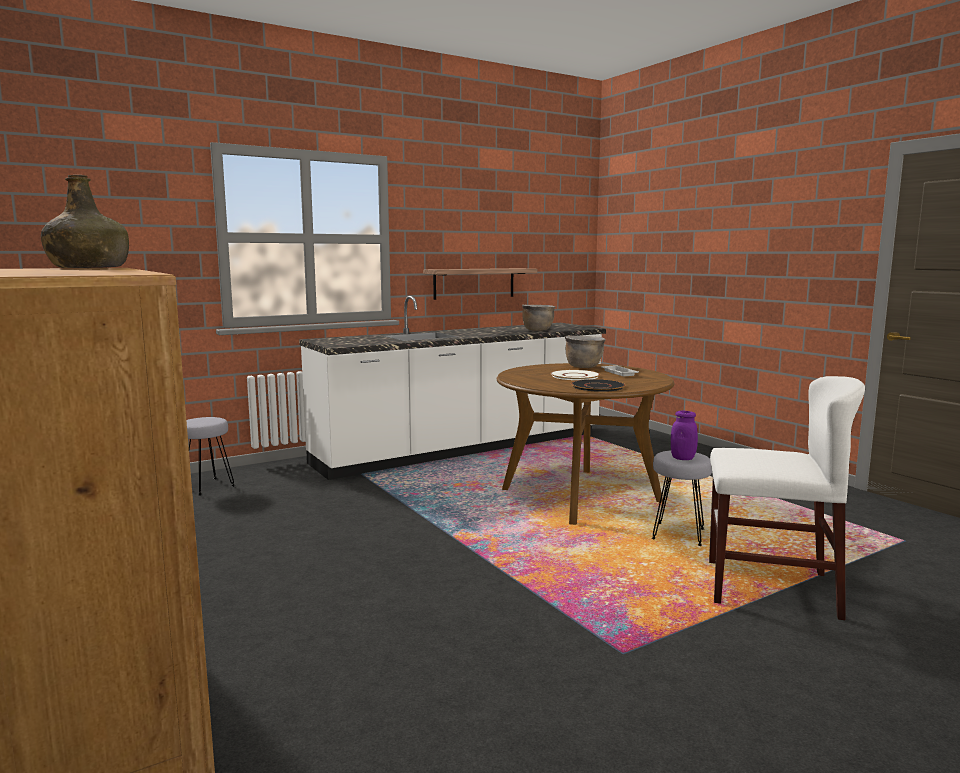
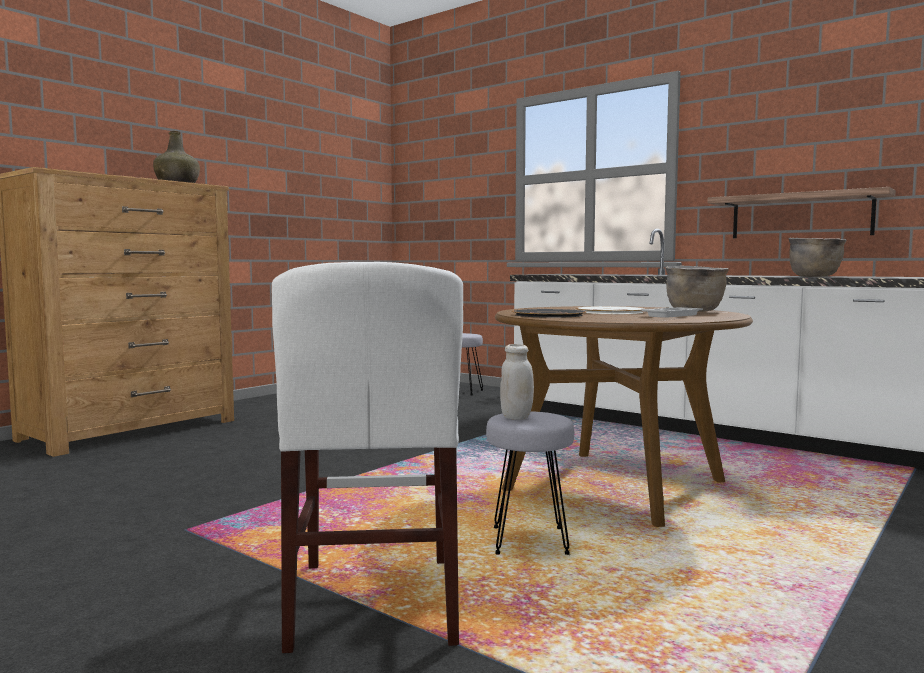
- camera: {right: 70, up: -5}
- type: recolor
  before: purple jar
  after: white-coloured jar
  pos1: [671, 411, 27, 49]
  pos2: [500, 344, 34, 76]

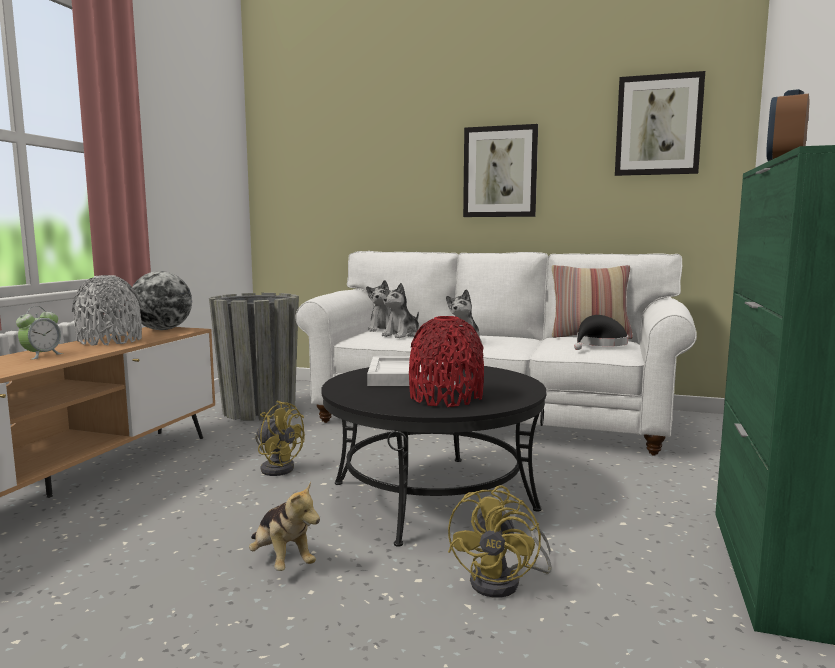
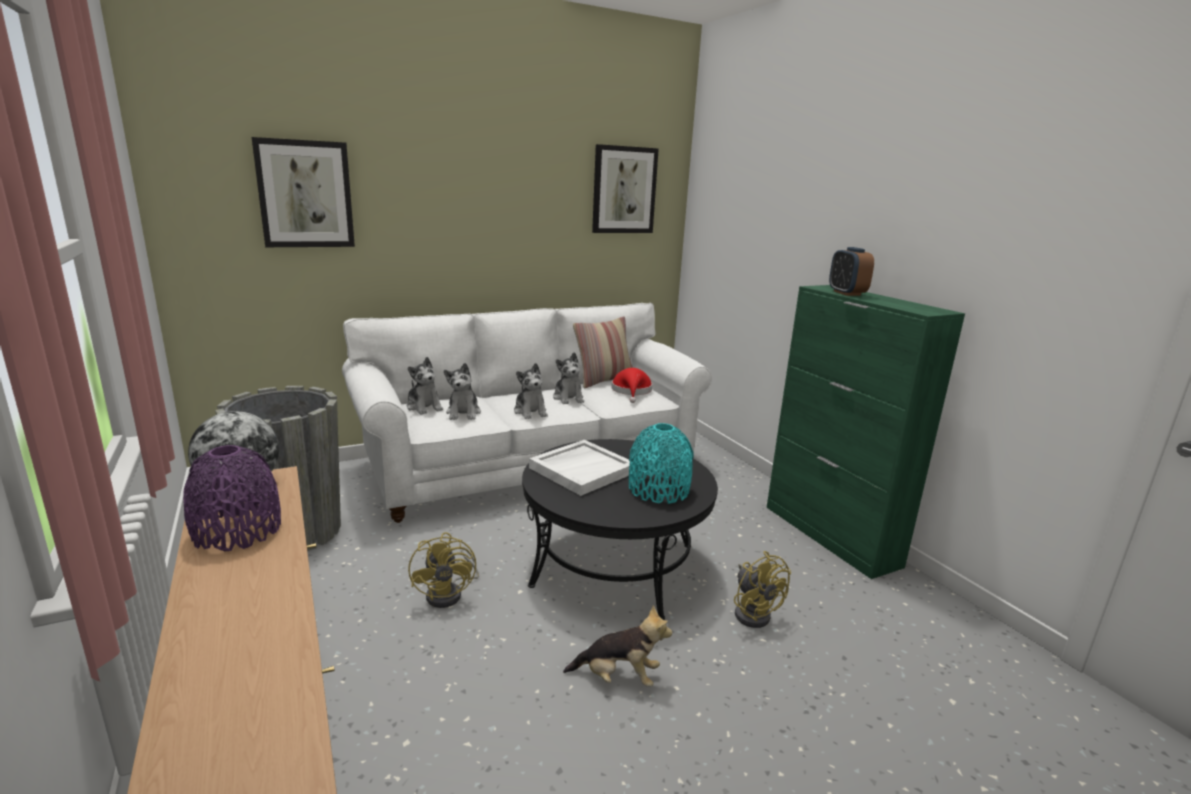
- camera: {right: -45, up: 10}
- type: recolor
  before: gray vase
  after: purple vase
  pos1: [72, 275, 70, 71]
  pos2: [183, 445, 98, 106]
- type: move
  before: wall art
  pos1: [463, 124, 75, 93]
  pos2: [252, 137, 103, 110]
- type: rotate
  before: yellow-coloured electric fan
  pos1: [255, 400, 50, 76]
  pos2: [408, 532, 71, 76]
  turn: 90
- type: insert
  after: soft toy
  pos2: [553, 352, 31, 52]
- type: recolor
  before: blackish clothing hat
  after: red clothing hat
  pos1: [574, 315, 54, 35]
  pos2: [611, 368, 41, 35]
- type: recolor
  before: red vase
  after: blue-green vase
  pos1: [409, 316, 75, 91]
  pos2: [629, 423, 65, 81]
- type: delete
  before: table clock
  pos1: [16, 306, 47, 54]

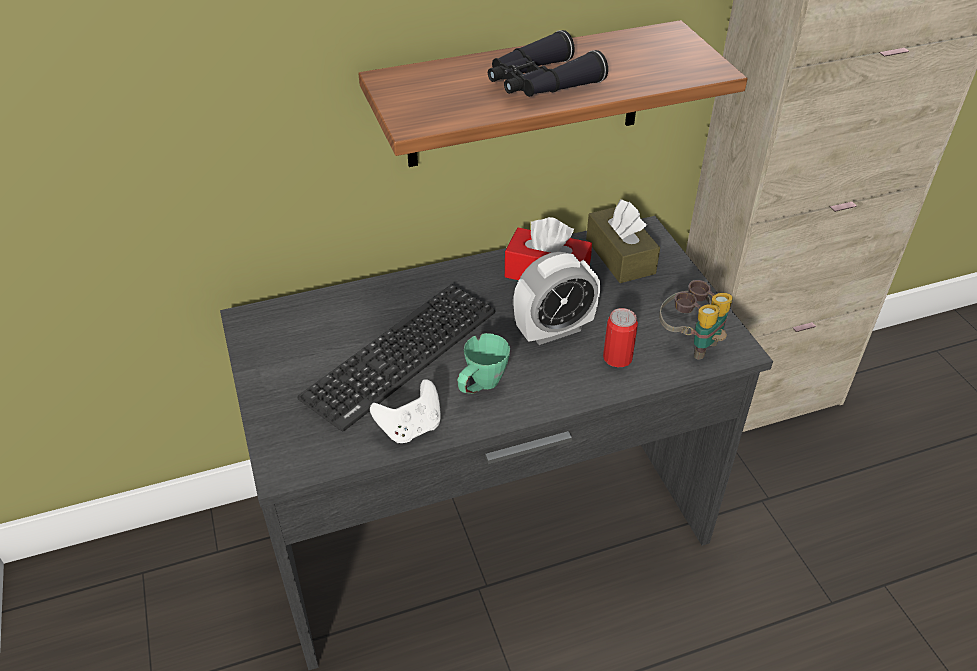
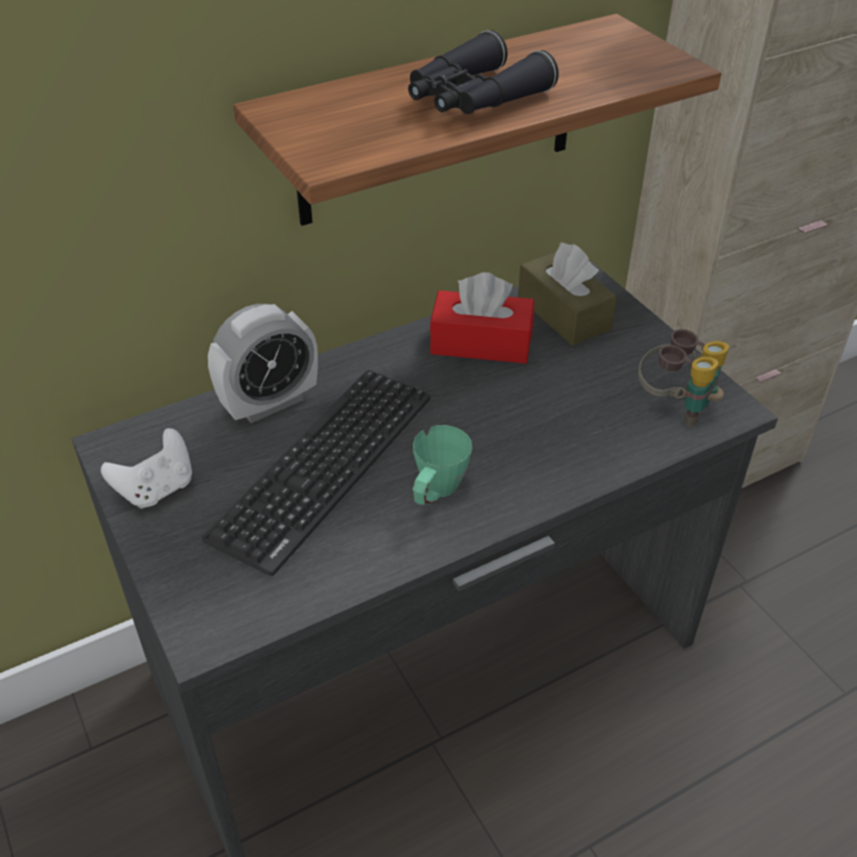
- camera: {right: -10, up: 0}
- type: move
  before: white-coloured gamepad
  pos1: [370, 379, 71, 64]
  pos2: [101, 428, 91, 81]
- type: move
  before: table clock
  pos1: [513, 252, 87, 93]
  pos2: [208, 304, 110, 119]
- type: delete
  before: can
  pos1: [603, 308, 35, 59]

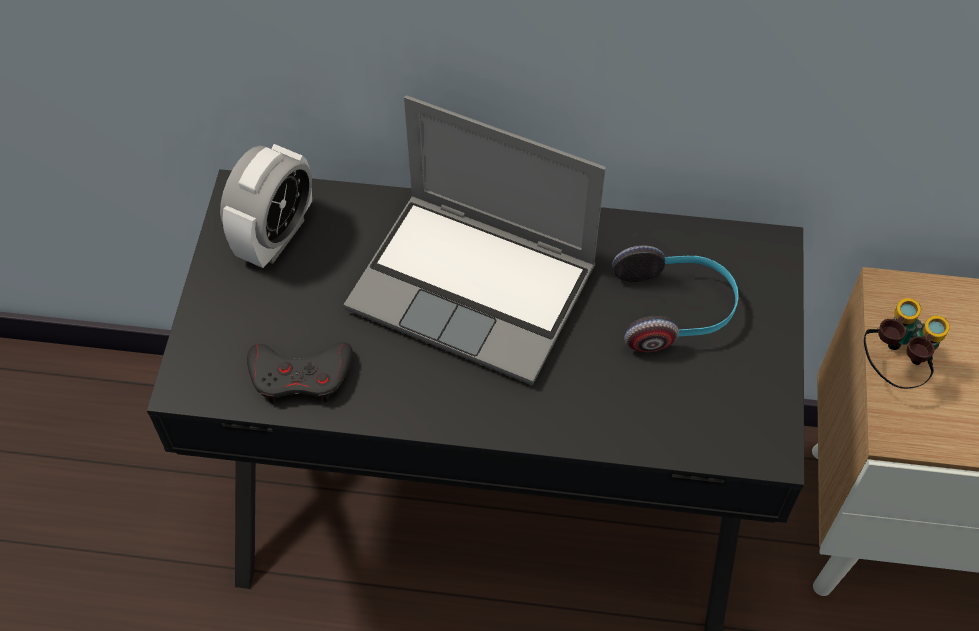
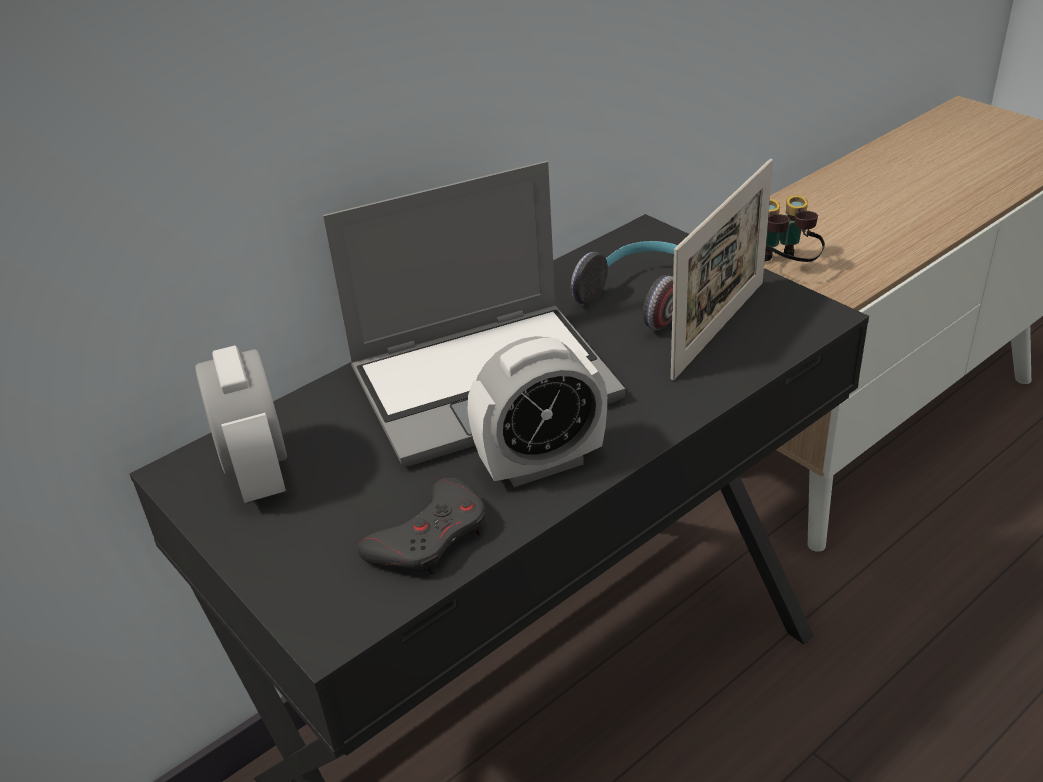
- camera: {right: -45, up: -20}
- type: insert
  after: table clock
  pos2: [467, 336, 140, 151]
- type: insert
  after: picture frame
  pos2: [671, 159, 102, 222]

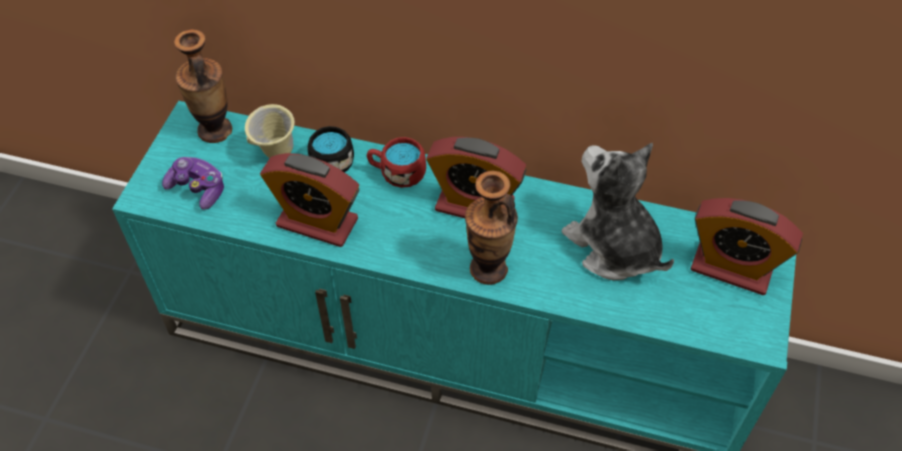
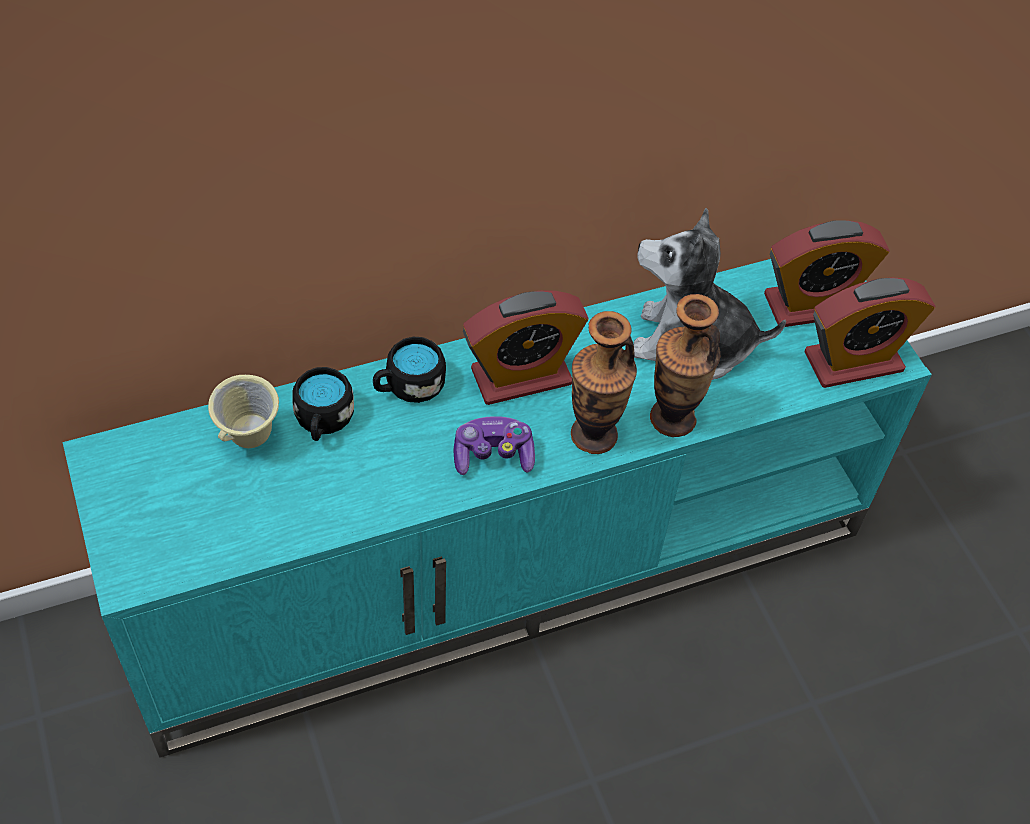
- camera: {right: -40, up: 0}
- type: recolor
  before: red tea mug
  after: blackish tea mug
  pos1: [367, 137, 59, 51]
  pos2: [373, 337, 73, 66]
- type: move
  before: gamepad
  pos1: [162, 157, 62, 53]
  pos2: [453, 416, 82, 59]
- type: move
  before: vase
  pos1: [174, 29, 58, 114]
  pos2: [650, 294, 70, 143]
- type: move
  before: table clock
  pos1: [260, 153, 100, 94]
  pos2: [804, 278, 131, 110]

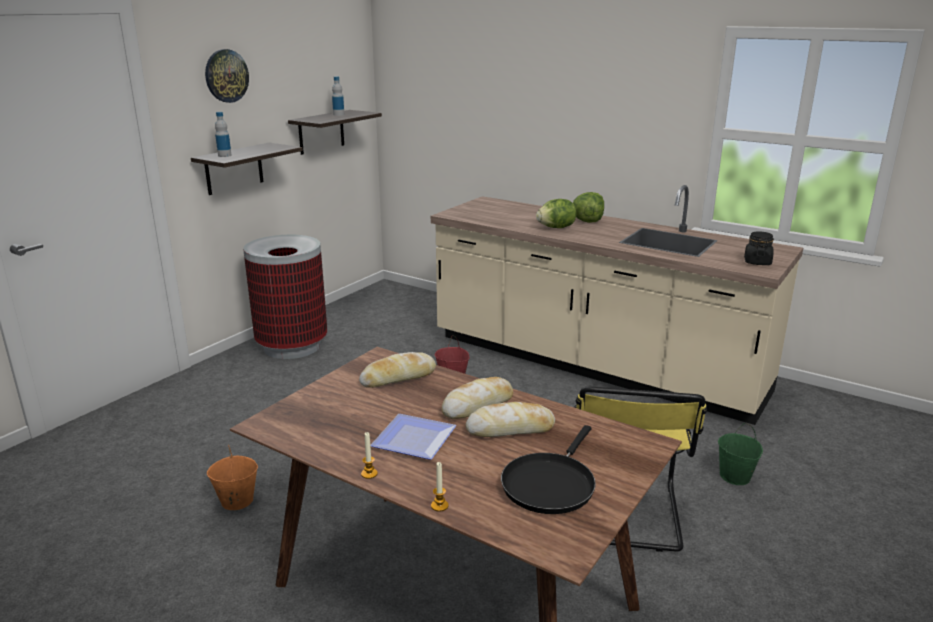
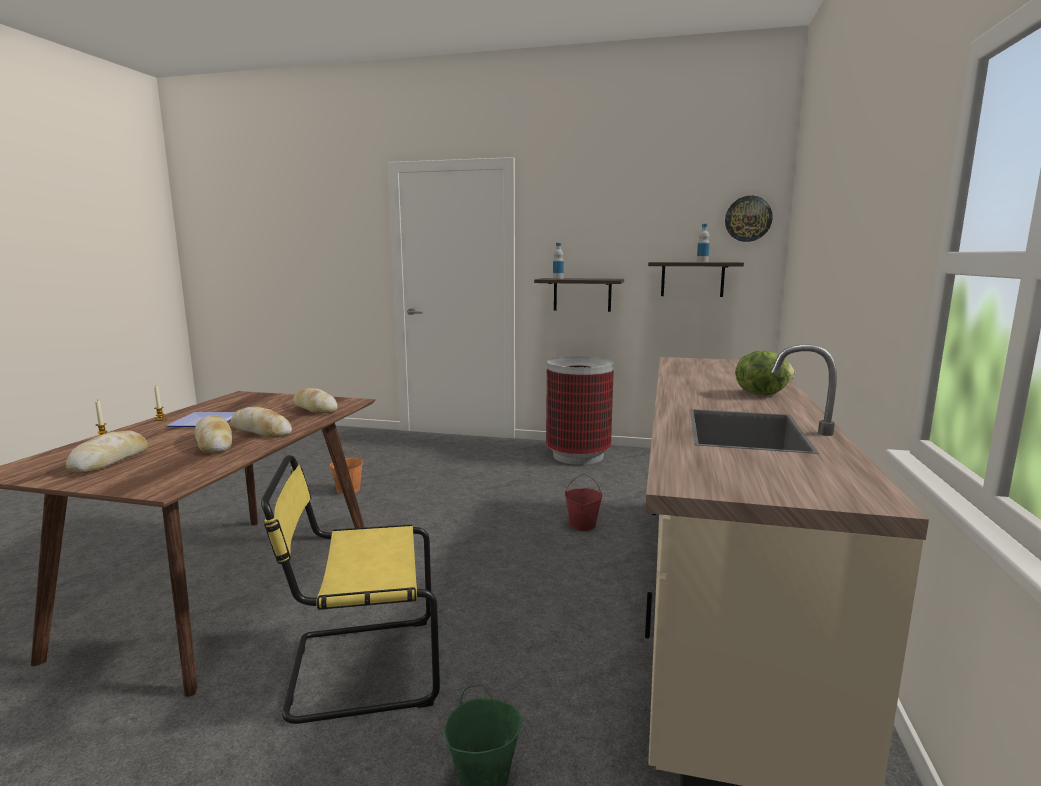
- camera: {right: 70, up: -10}
- type: replace
  before: blackish pan
  after: bakery bread
  pos1: [501, 425, 95, 89]
  pos2: [66, 431, 83, 42]
- type: move
  before: wall clock
  pos1: [205, 49, 44, 54]
  pos2: [725, 196, 48, 46]
- type: delete
  before: lettuce
  pos1: [536, 199, 40, 29]
- type: delete
  before: blackish jar
  pos1: [744, 231, 30, 34]

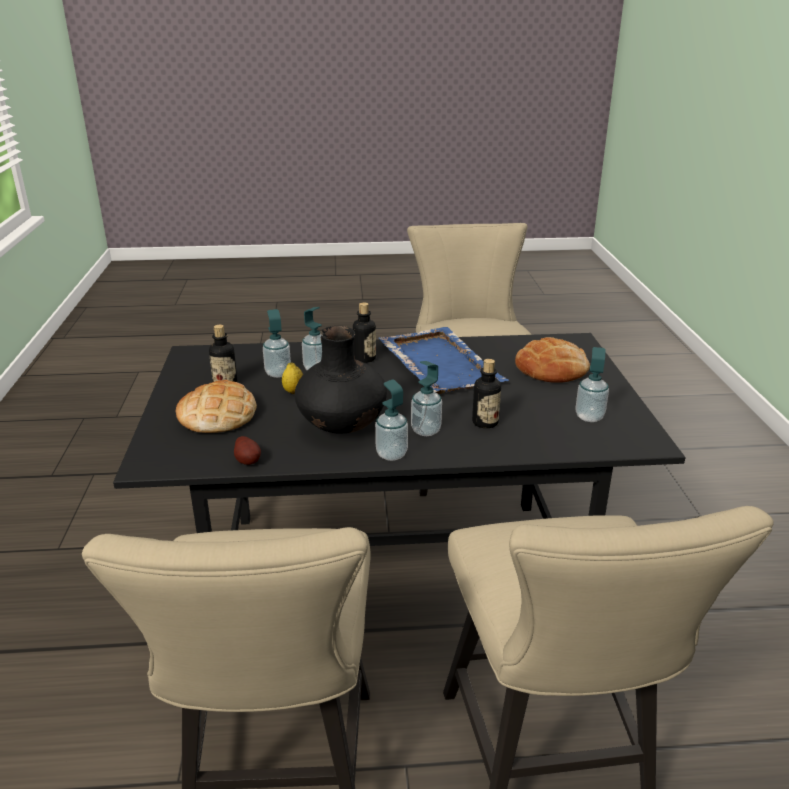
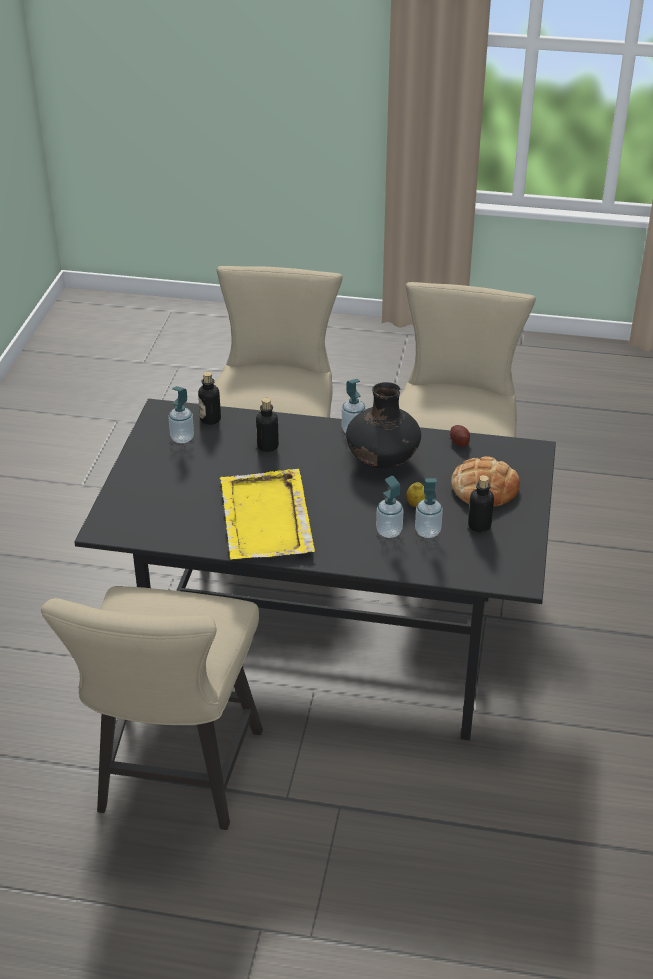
- camera: {right: -165, up: 10}
- type: move
  before: beverage bottle
  pos1: [353, 302, 23, 61]
  pos2: [198, 372, 23, 53]
- type: recolor
  before: blue serving tray
  after: yellow-coloured serving tray
  pos1: [379, 327, 130, 67]
  pos2: [219, 469, 96, 91]
- type: delete
  before: soap bottle
  pos1: [411, 361, 31, 75]
- type: delete
  before: bakery bread
  pos1: [515, 337, 75, 46]

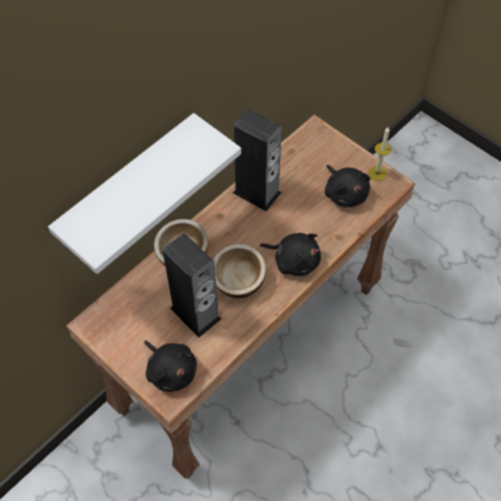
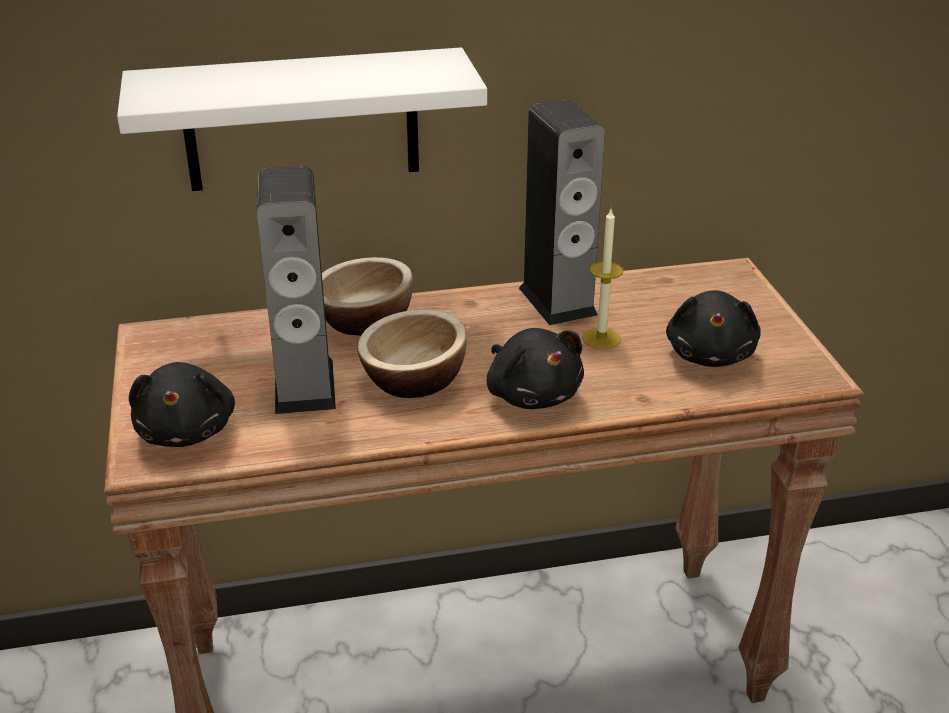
- camera: {right: 35, up: -25}
- type: move
  before: candle
  pos1: [368, 127, 23, 54]
  pos2: [582, 209, 42, 140]

